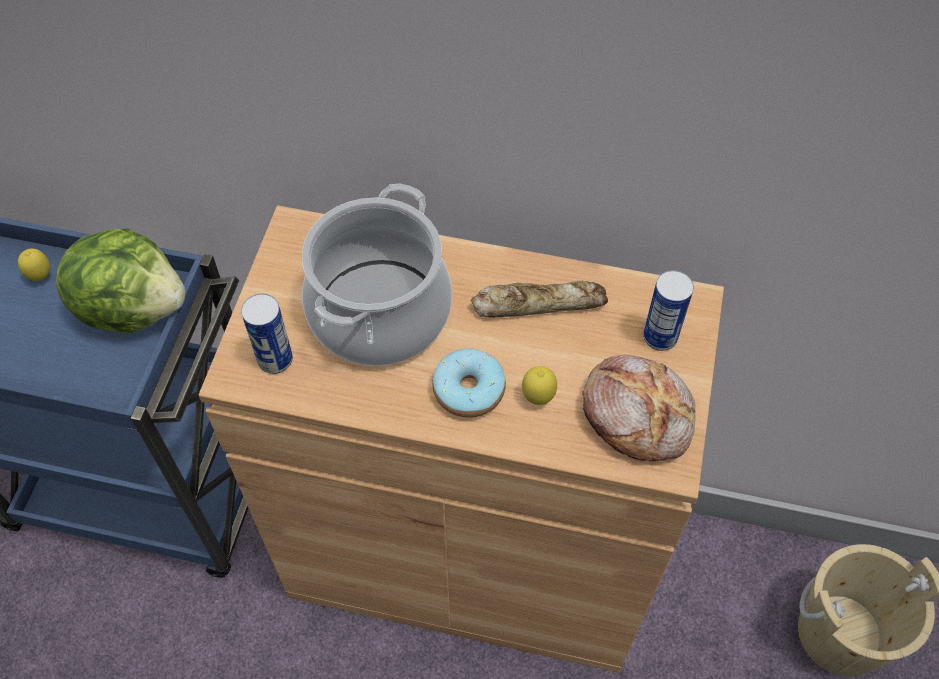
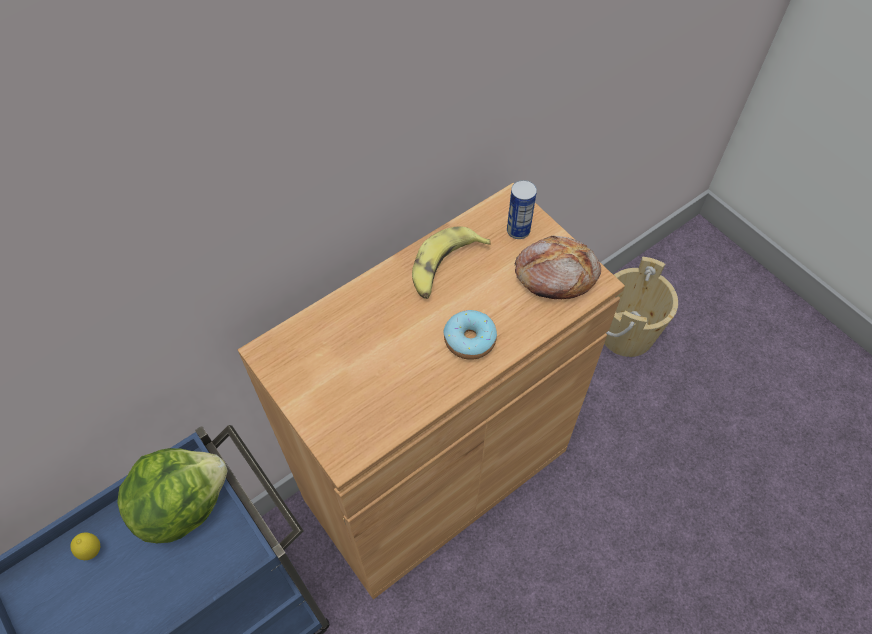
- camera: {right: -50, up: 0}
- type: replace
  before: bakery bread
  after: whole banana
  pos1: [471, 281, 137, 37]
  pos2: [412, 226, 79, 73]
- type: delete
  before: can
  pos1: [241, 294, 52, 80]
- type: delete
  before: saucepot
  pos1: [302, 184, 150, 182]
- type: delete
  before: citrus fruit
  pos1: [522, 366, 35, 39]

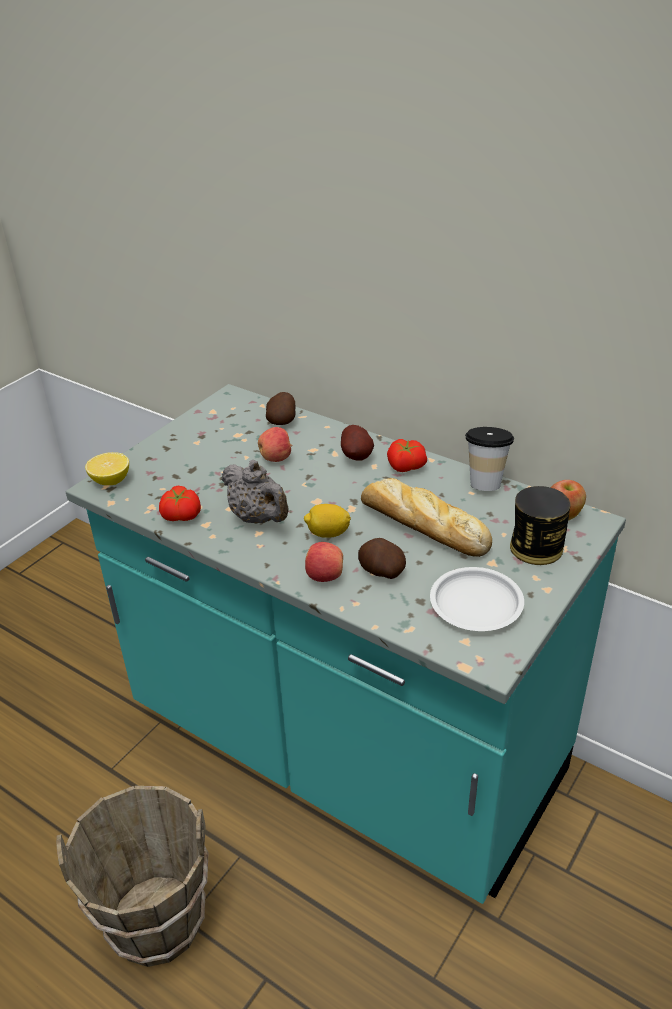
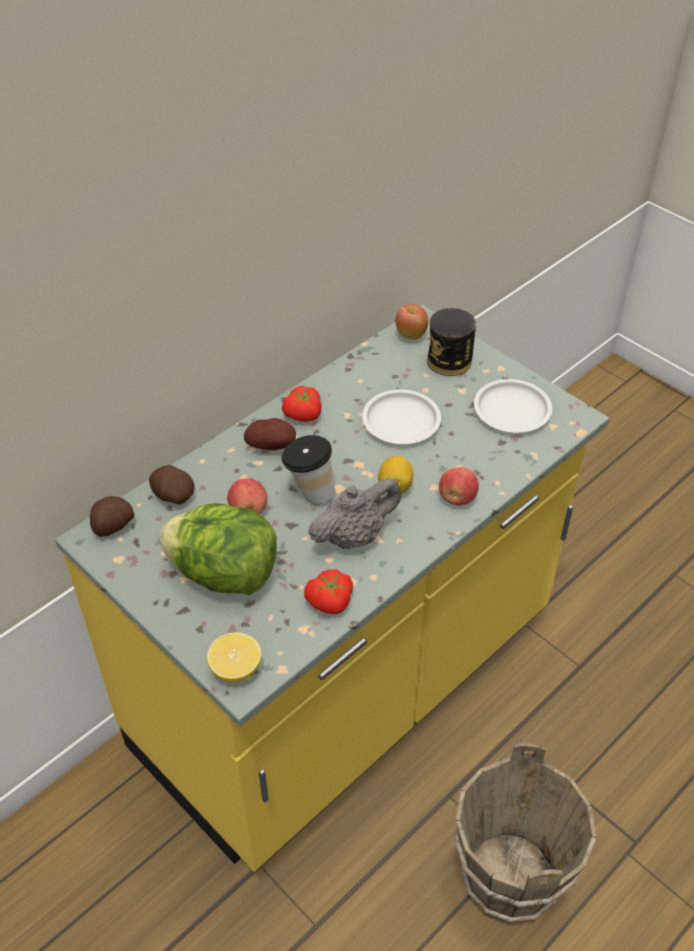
- camera: {right: -80, up: 10}
- type: recolor
  before: blue-green kitchen counter
  after: yellow-coloured kitchen counter
  pos1: [66, 384, 560, 520]
  pos2: [55, 305, 554, 567]
- type: move
  before: potato
  pos1: [358, 538, 48, 41]
  pos2: [90, 496, 44, 41]
- type: insert
  after: lettuce
  pos2: [159, 503, 118, 92]
- type: move
  before: drinking cup
  pos1: [465, 427, 49, 64]
  pos2: [281, 435, 54, 69]
- type: replace
  before: bakery bread
  after: white-coloured flat dish
  pos1: [361, 478, 131, 79]
  pos2: [362, 390, 79, 54]

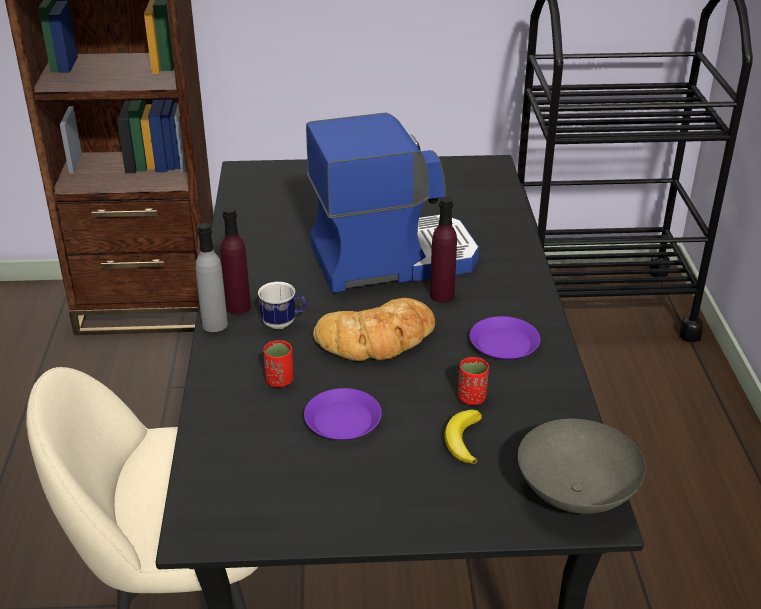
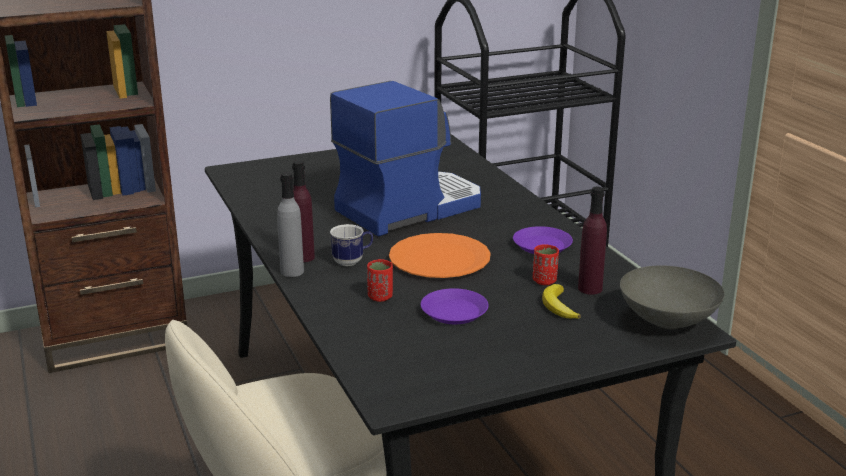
- camera: {right: -20, up: -10}
- type: replace
  before: bakery bread
  after: orange-coloured flat dish
  pos1: [313, 298, 122, 63]
  pos2: [389, 233, 102, 45]
- type: move
  before: purple beverage bottle
  pos1: [430, 197, 27, 106]
  pos2: [578, 187, 29, 108]

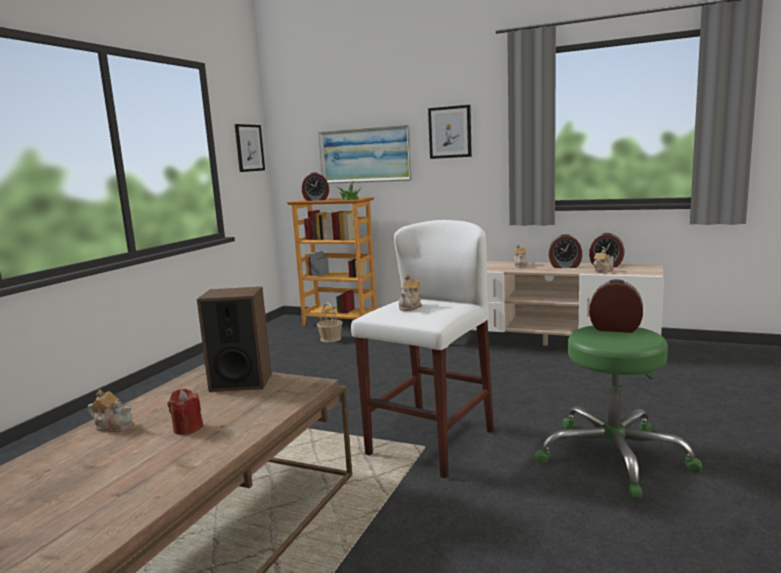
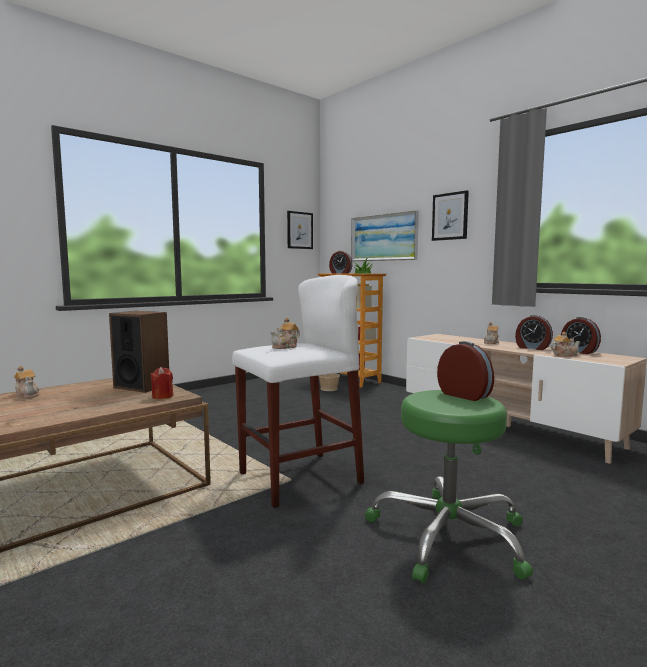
- camera: {right: 25, up: -5}
- type: move
  before: red candle
  pos1: [168, 389, 36, 46]
  pos2: [151, 367, 22, 32]

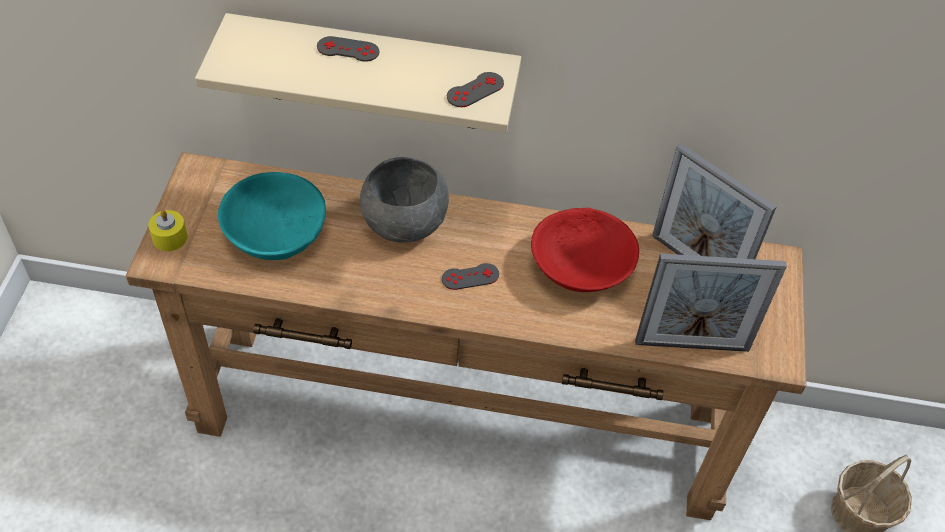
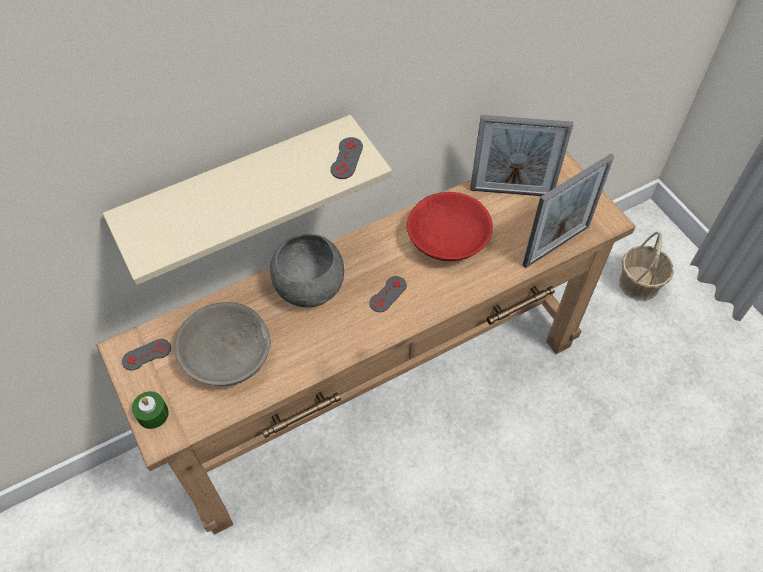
- camera: {right: -35, up: 5}
- type: move
  before: gray gamepad
  pos1: [317, 36, 62, 26]
  pos2: [122, 339, 49, 32]
- type: recolor
  before: yellow-coloured candle
  after: green candle
  pos1: [148, 210, 39, 41]
  pos2: [132, 391, 37, 38]
- type: recolor
  before: blue-green bowl
  after: gray bowl
  pos1: [218, 172, 108, 88]
  pos2: [174, 302, 97, 84]

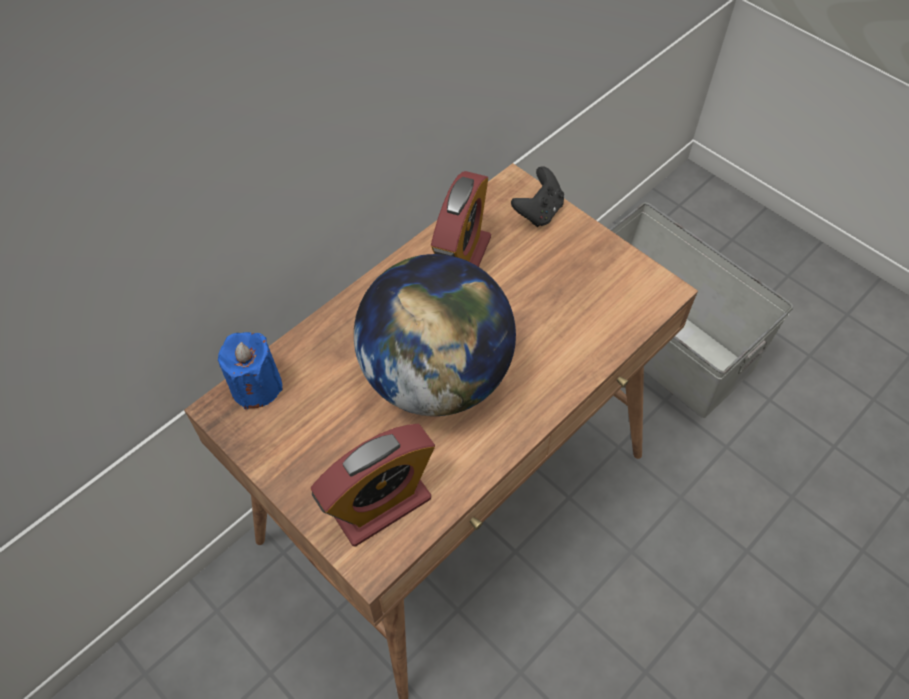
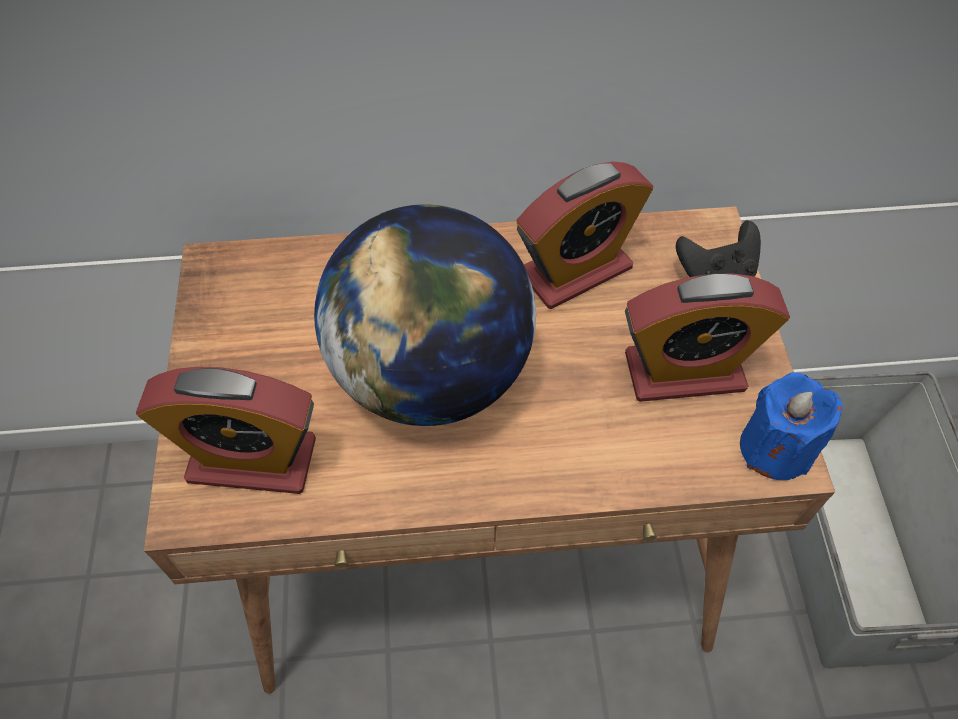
- camera: {right: 40, up: 0}
- type: insert
  after: table clock
  pos2: [625, 273, 165, 129]
- type: move
  before: blue candle
  pos1: [218, 332, 65, 78]
  pos2: [740, 372, 102, 108]

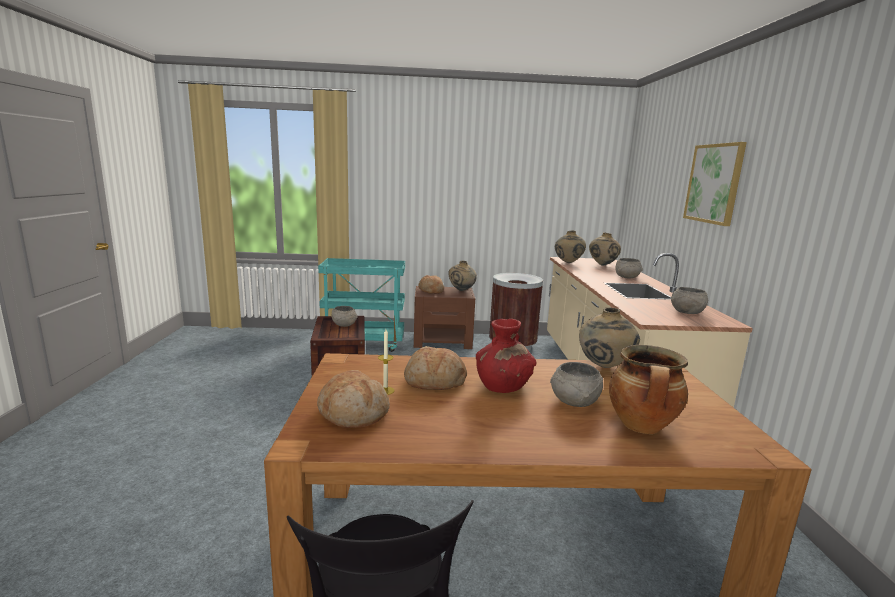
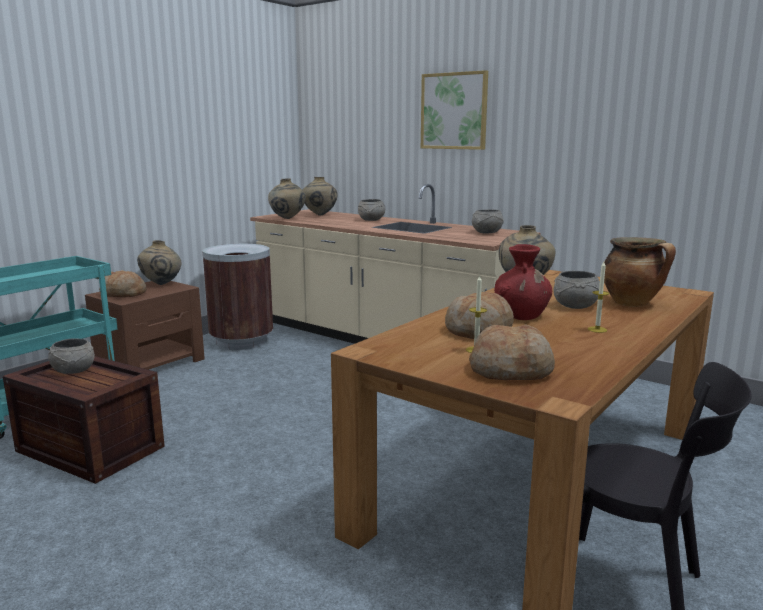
- camera: {right: -50, up: 0}
- type: insert
  after: candle
  pos2: [588, 262, 21, 71]

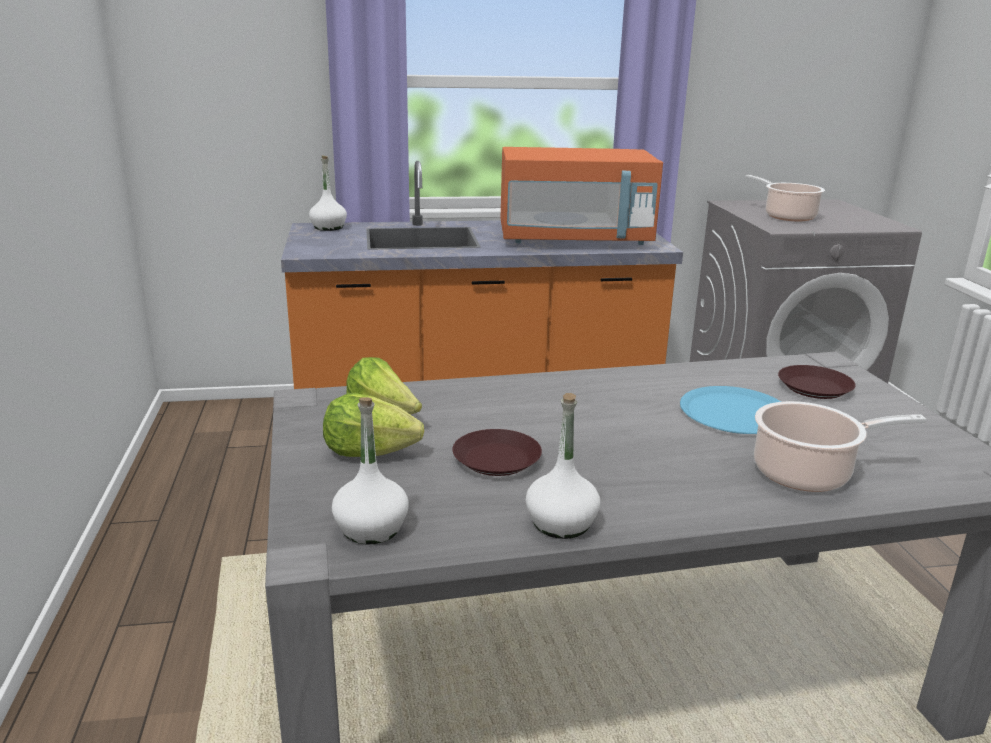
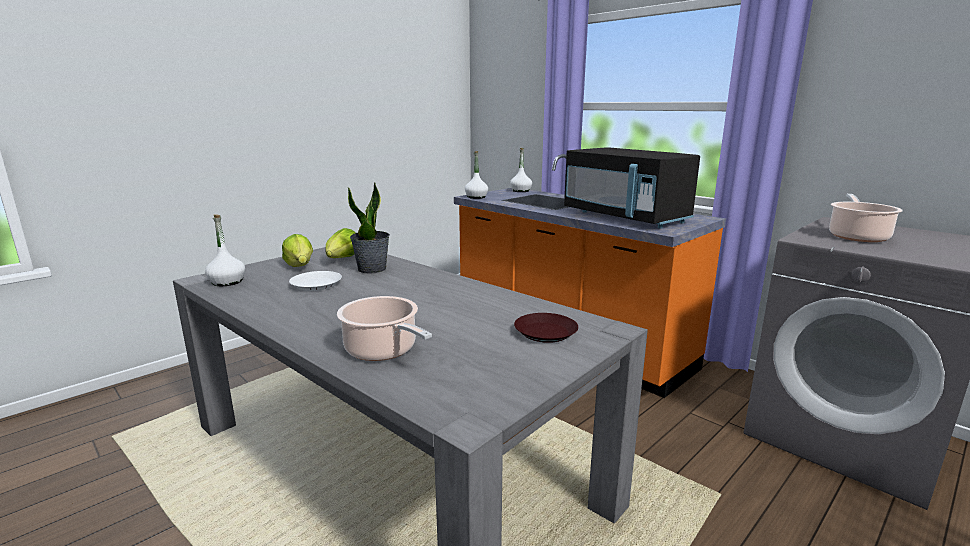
- camera: {right: 55, up: -5}
- type: recolor
  before: brown flat dish
  after: white-coloured flat dish
  pos1: [452, 429, 90, 47]
  pos2: [289, 271, 53, 20]
- type: insert
  after: plant in a pot
  pos2: [348, 183, 42, 91]
- type: move
  before: white-coloured beverage bottle
  pos1: [526, 393, 74, 146]
  pos2: [465, 151, 23, 48]
- type: recolor
  before: orange-coloured microwave
  after: blackish microwave
  pos1: [501, 147, 162, 98]
  pos2: [564, 147, 136, 81]
- type: delete
  before: blue flat dish
  pos1: [680, 386, 101, 48]

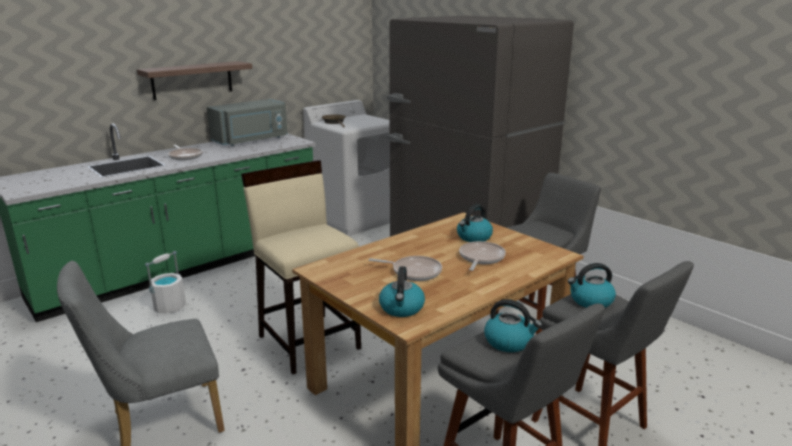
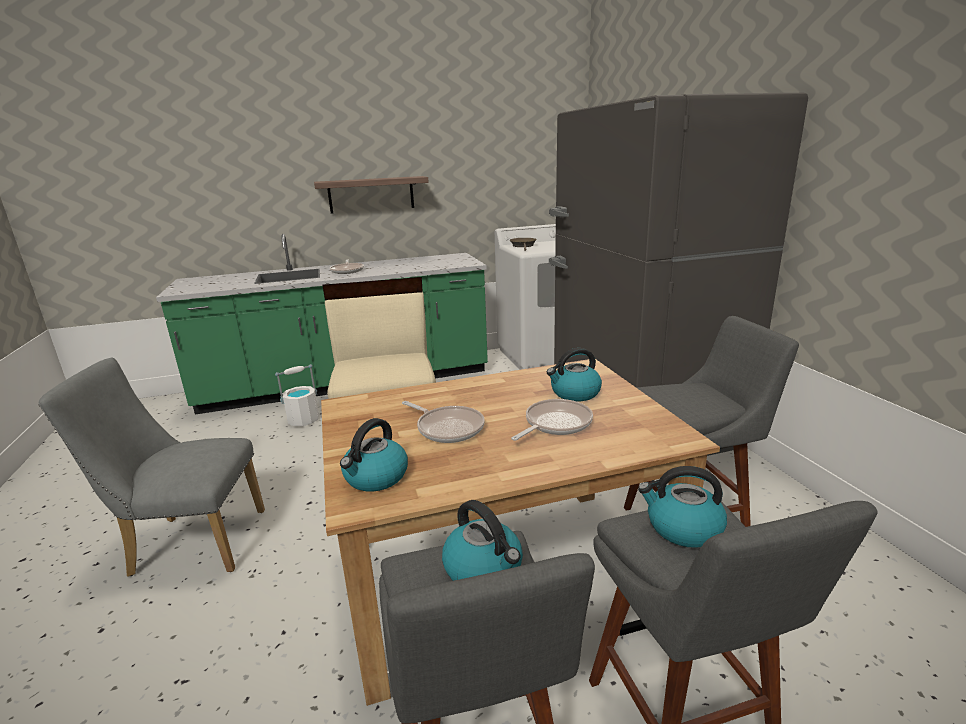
- camera: {right: 25, up: 0}
- type: delete
  before: gray microwave
  pos1: [207, 99, 81, 47]

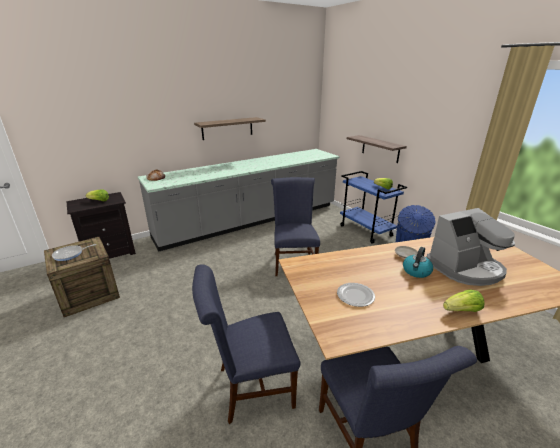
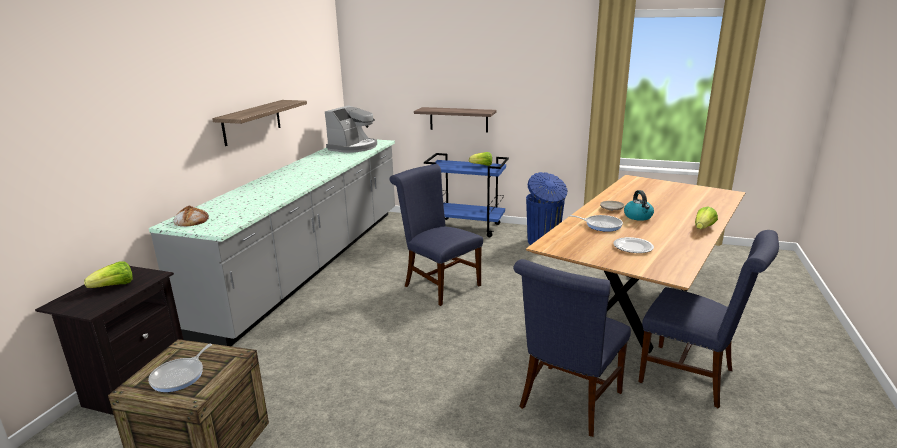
- camera: {right: -40, up: -5}
- type: move
  before: coffee maker
  pos1: [426, 208, 89, 78]
  pos2: [325, 105, 52, 48]
- type: insert
  after: pan
  pos2: [569, 215, 54, 17]

